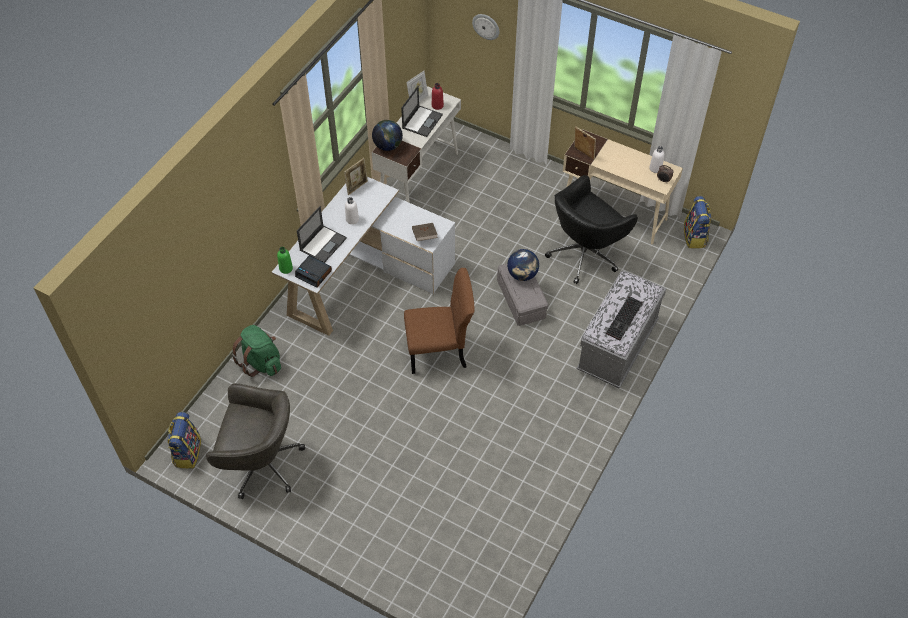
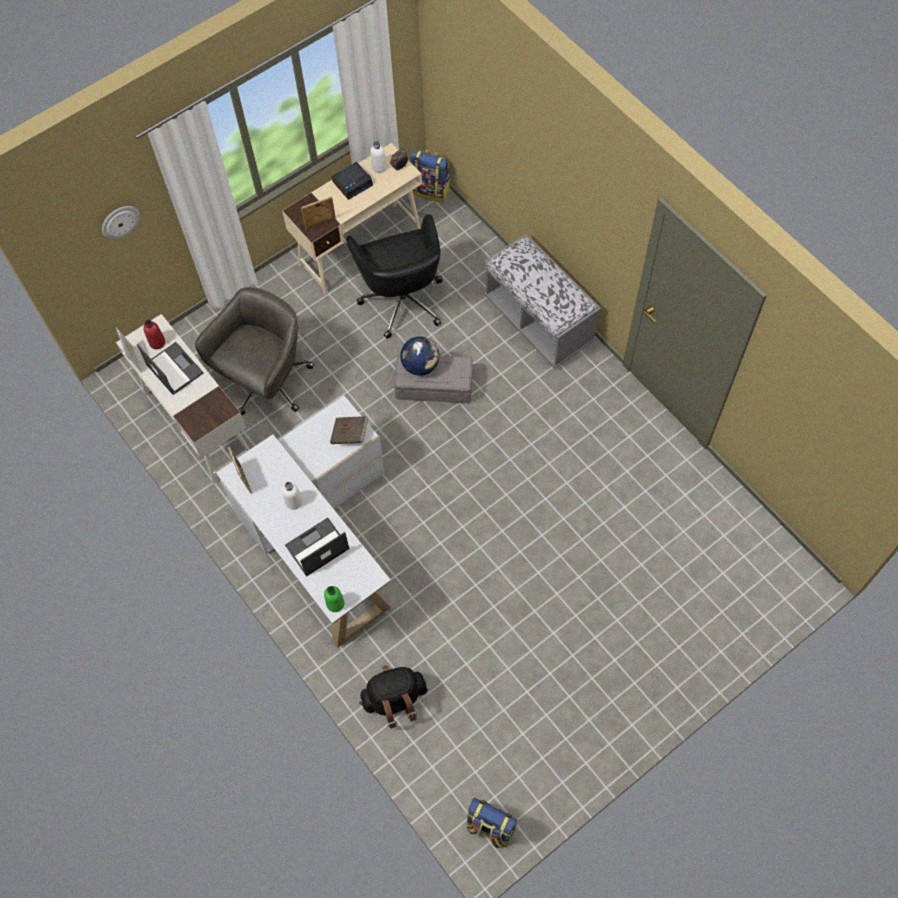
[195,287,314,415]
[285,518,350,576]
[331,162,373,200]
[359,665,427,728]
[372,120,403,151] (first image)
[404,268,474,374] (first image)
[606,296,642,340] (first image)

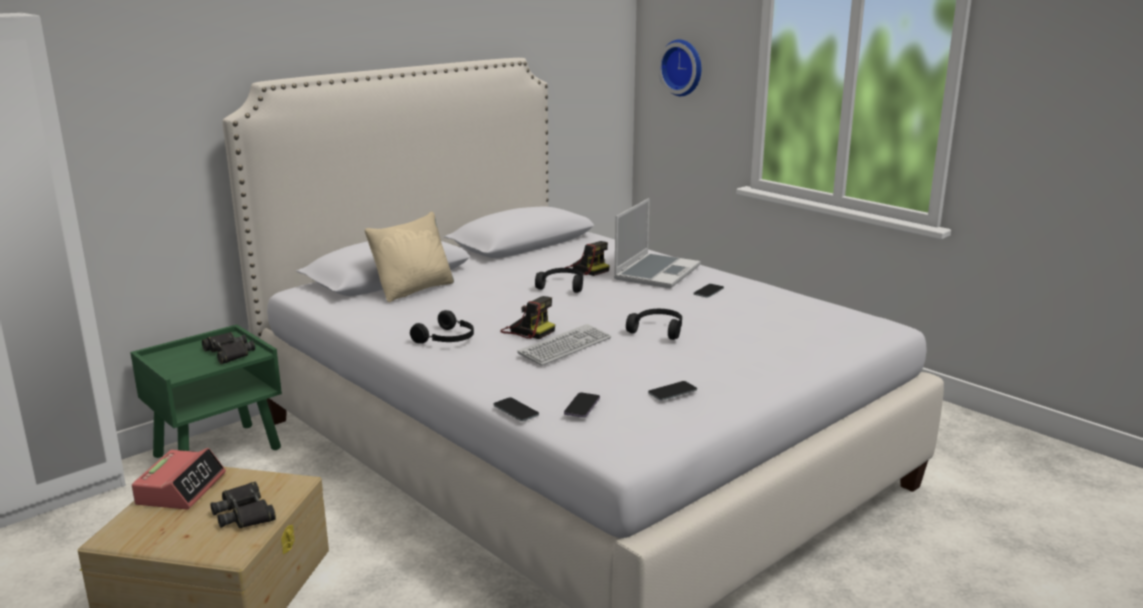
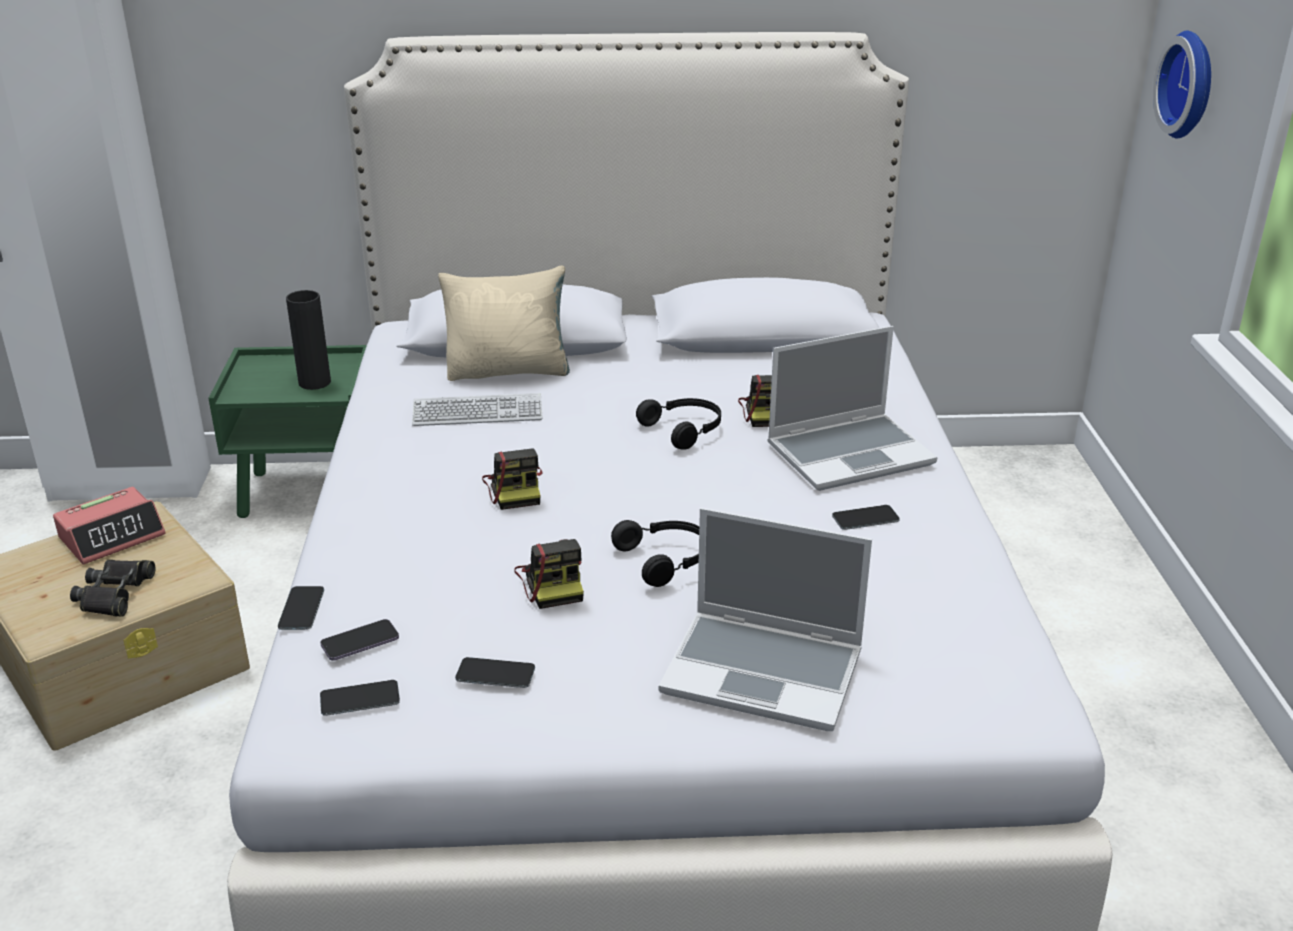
[286,290,331,390]
[320,680,400,716]
[412,393,543,426]
[514,539,584,609]
[659,508,872,731]
[410,310,474,344] (first image)

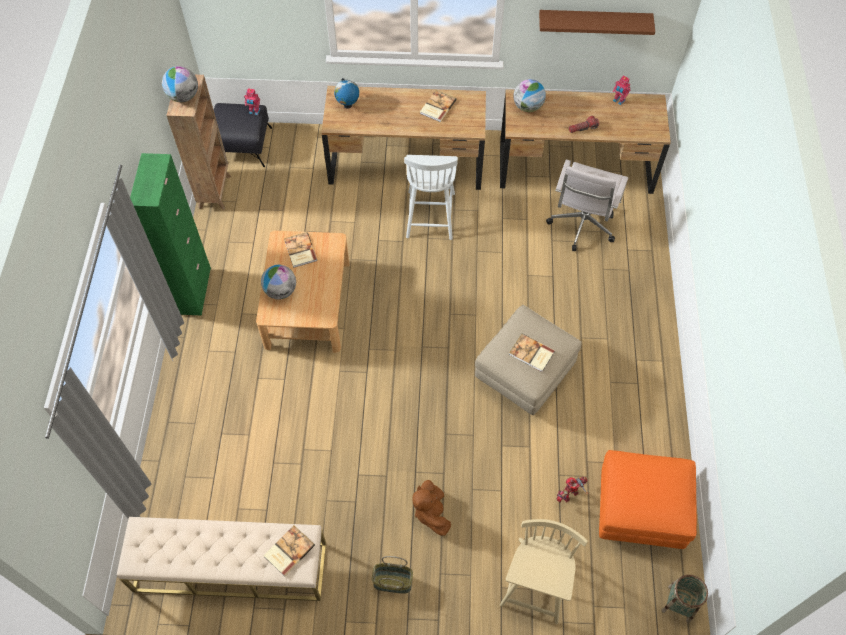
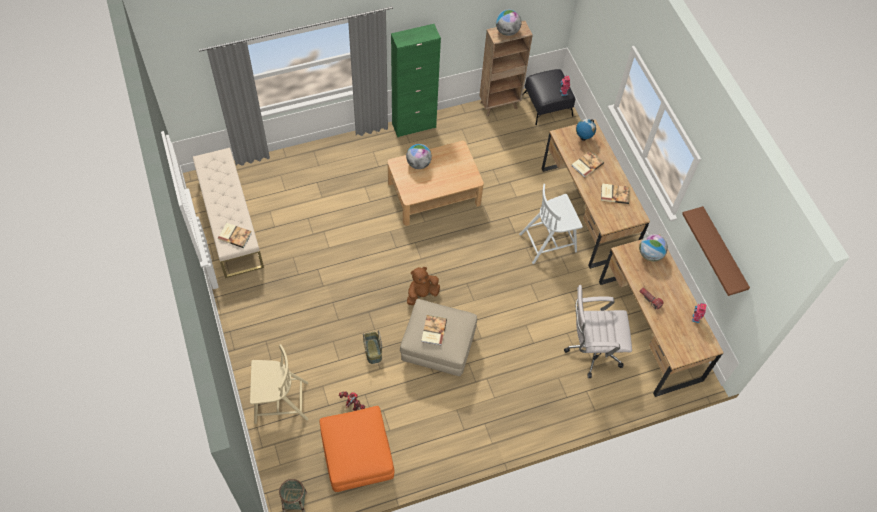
[363,330,382,364]
[407,267,440,305]
[572,150,604,178]

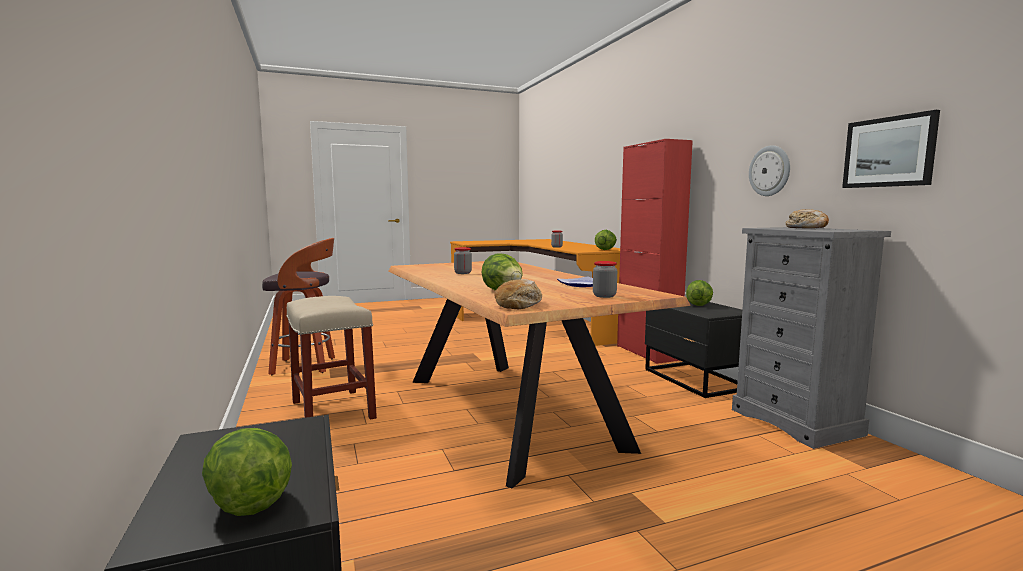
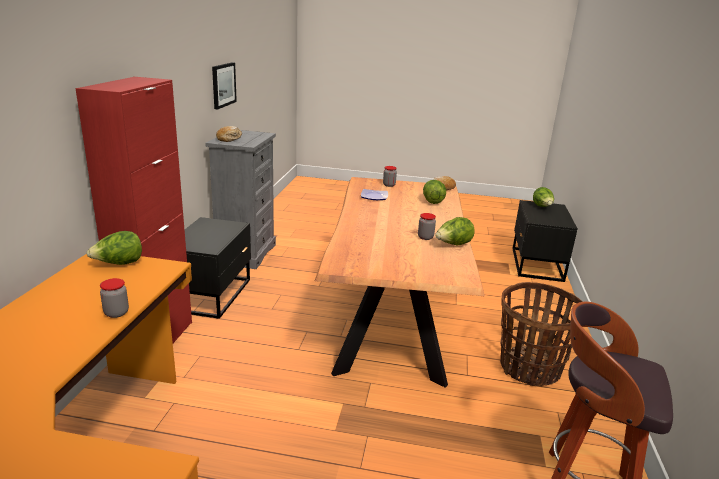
[435,217,475,245]
[500,282,583,386]
[749,145,790,196] (first image)

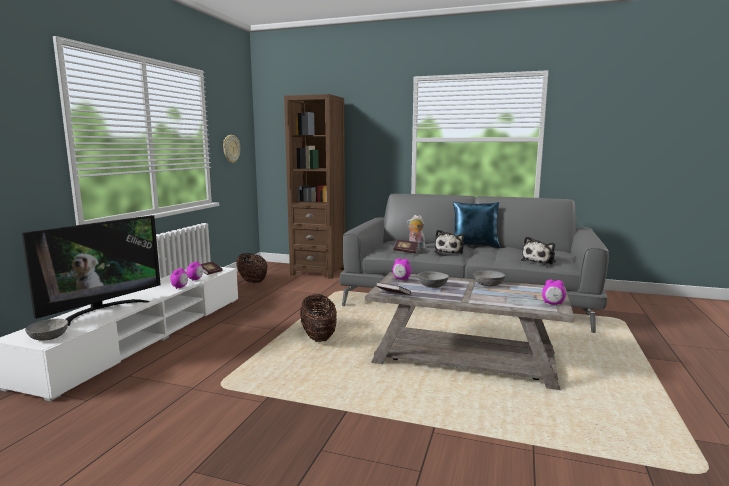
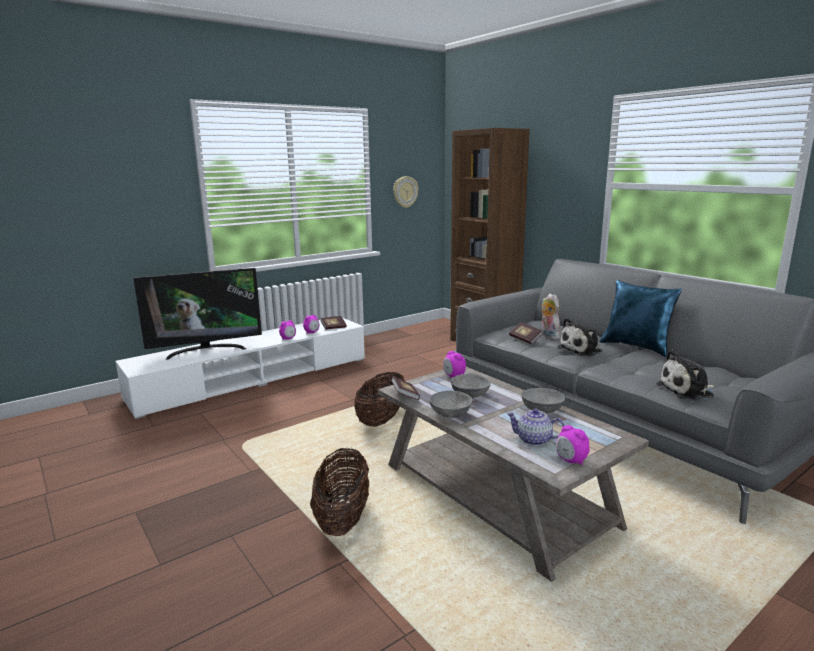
[310,448,370,536]
[429,391,472,418]
[506,409,565,446]

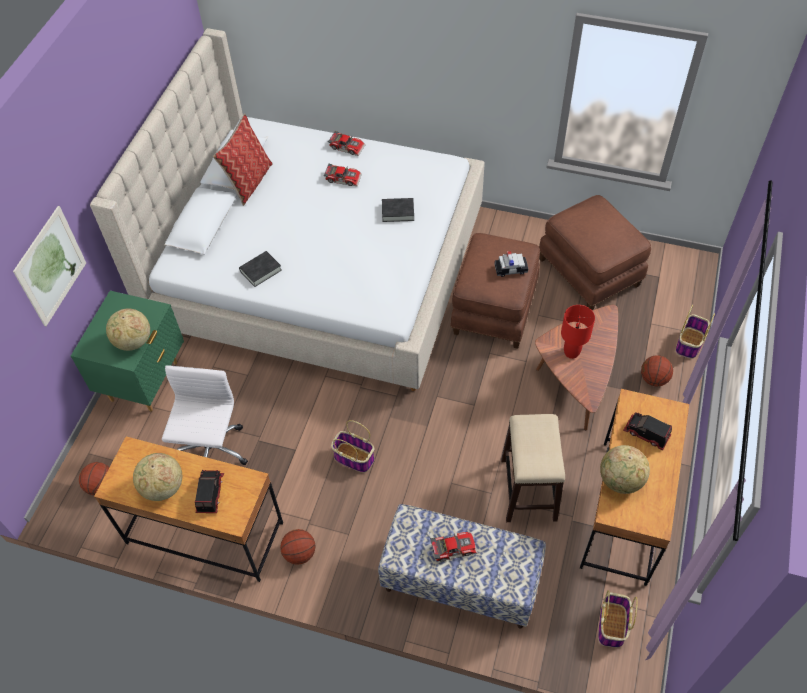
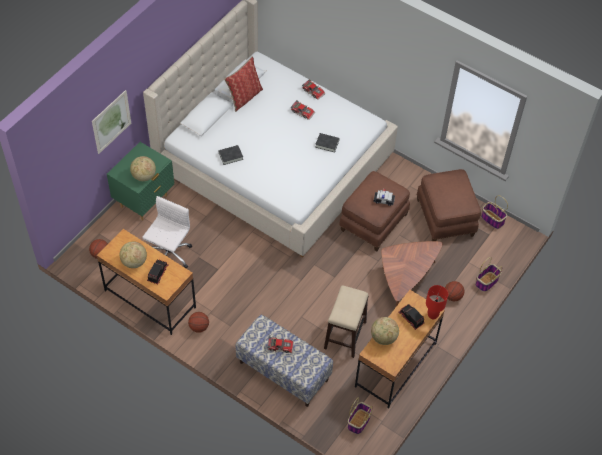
[426,285,448,319]
[481,195,508,229]

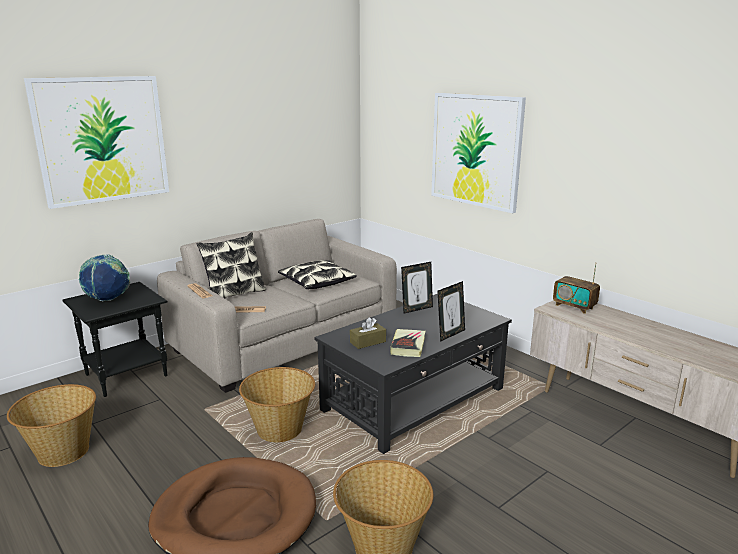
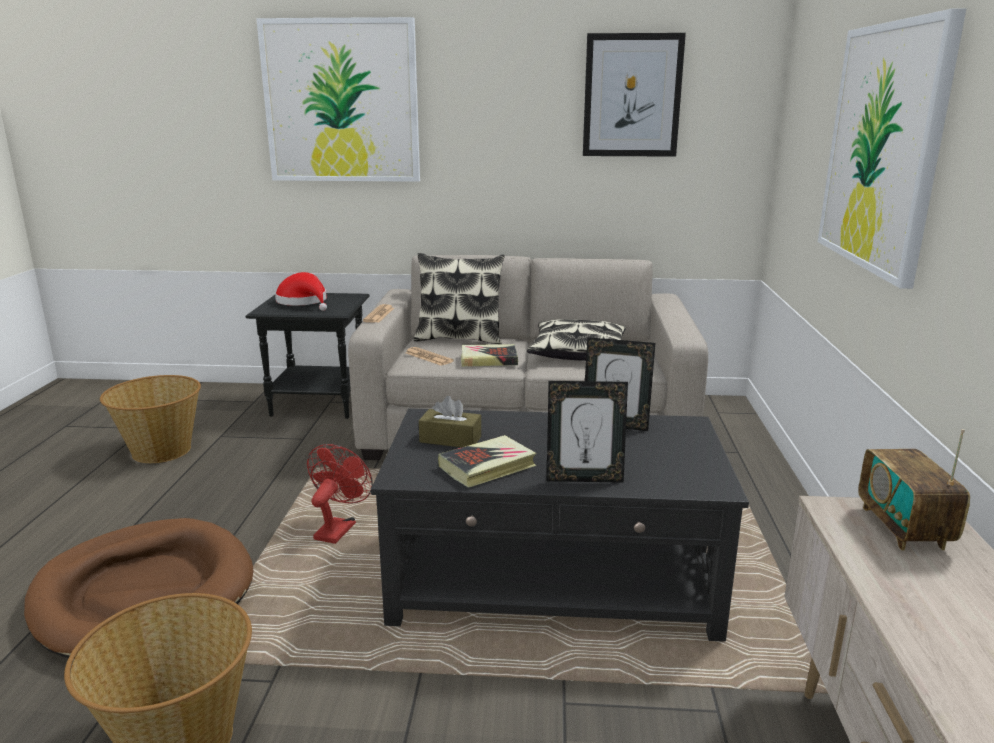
[275,272,327,311]
[307,444,373,544]
[461,344,518,367]
[583,33,686,157]

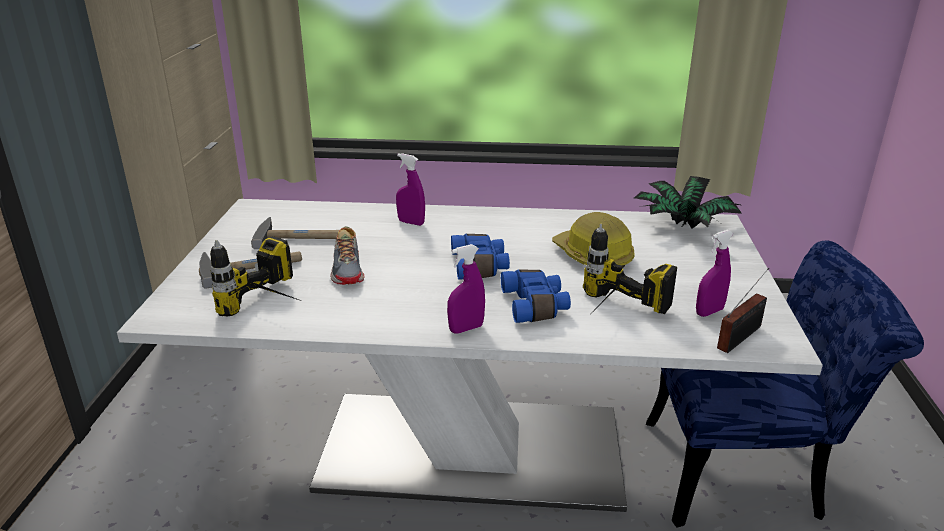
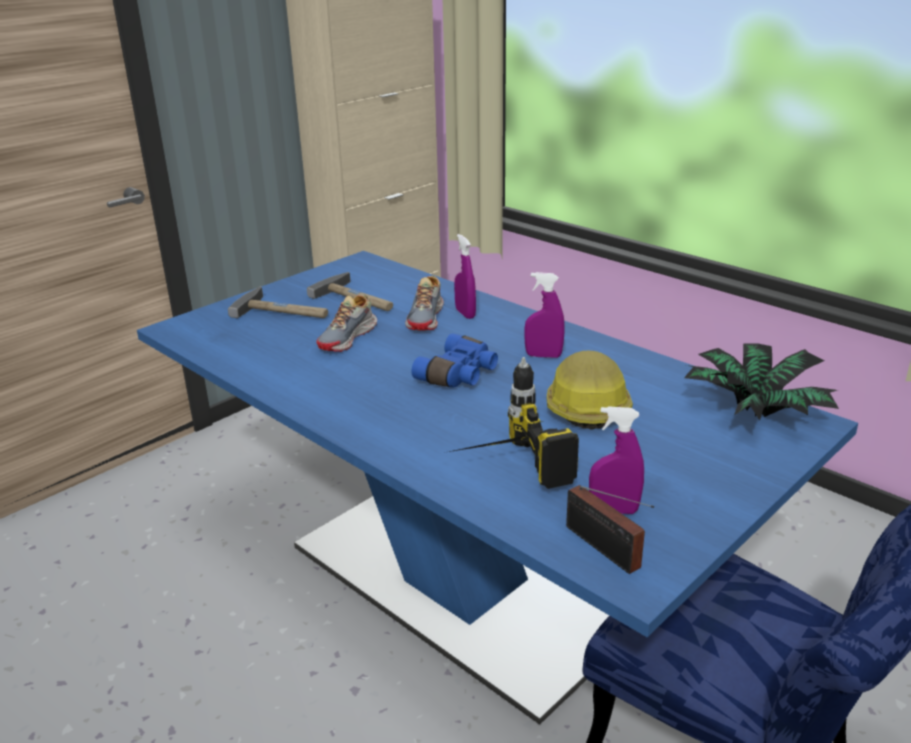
[137,251,858,724]
[405,276,444,330]
[524,272,564,358]
[566,485,654,574]
[210,236,299,316] (first image)
[501,270,571,323] (first image)

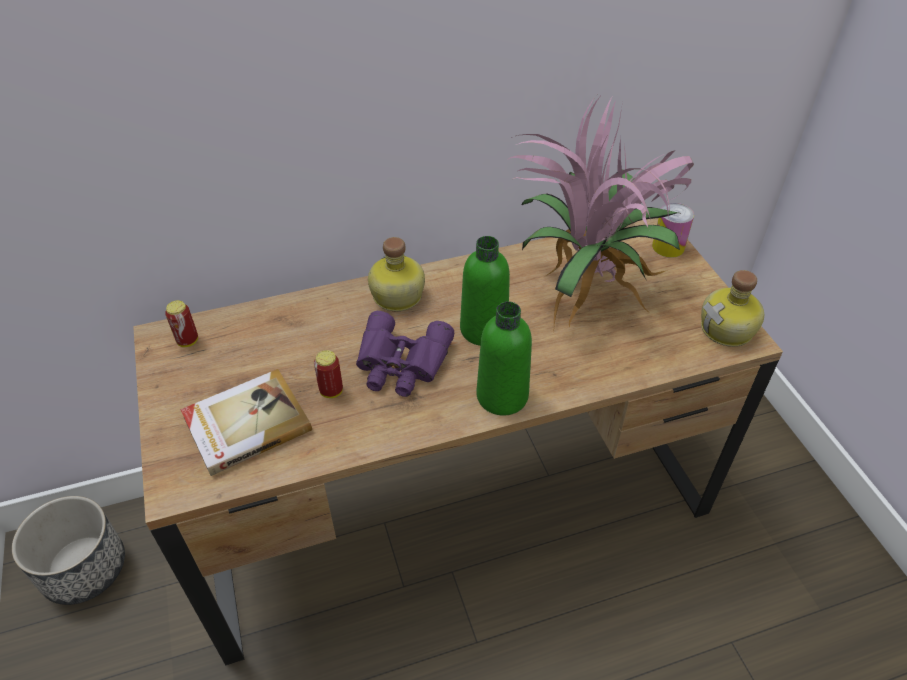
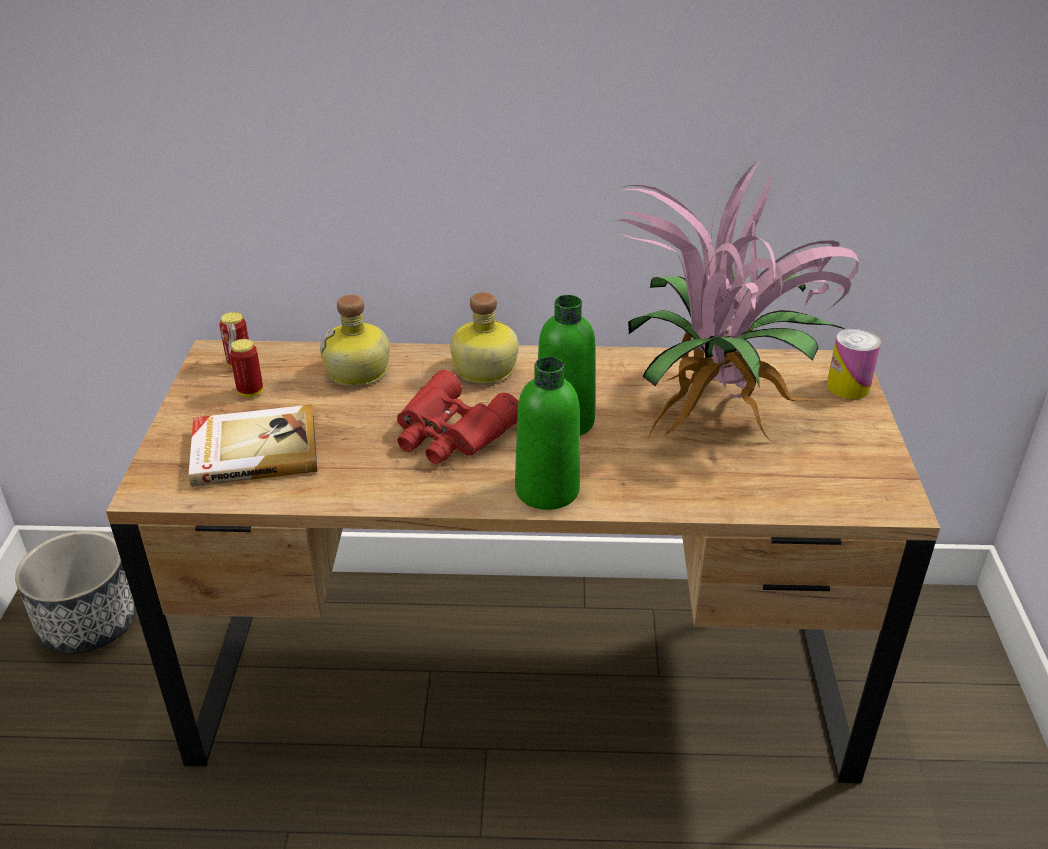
[229,339,263,397]
[320,295,390,387]
[397,370,519,464]

